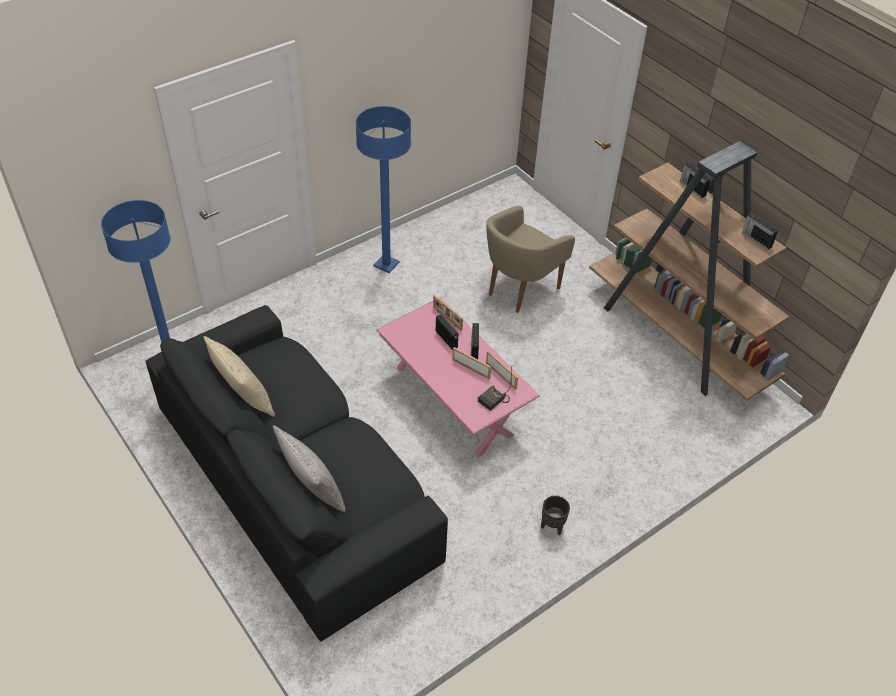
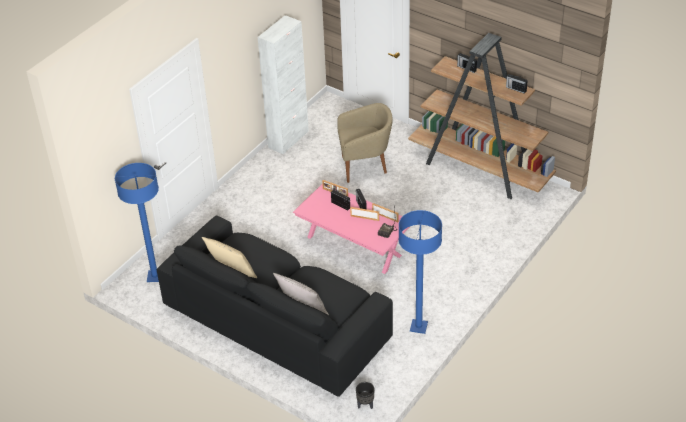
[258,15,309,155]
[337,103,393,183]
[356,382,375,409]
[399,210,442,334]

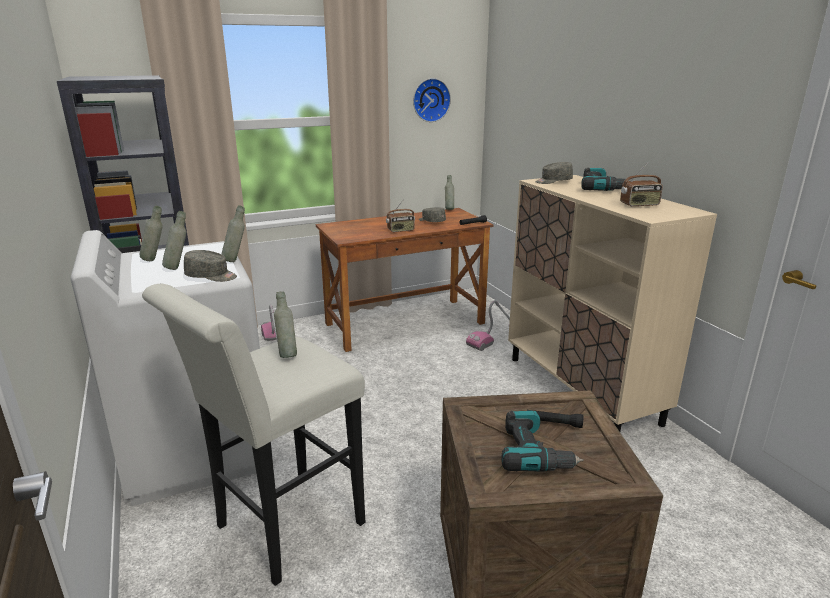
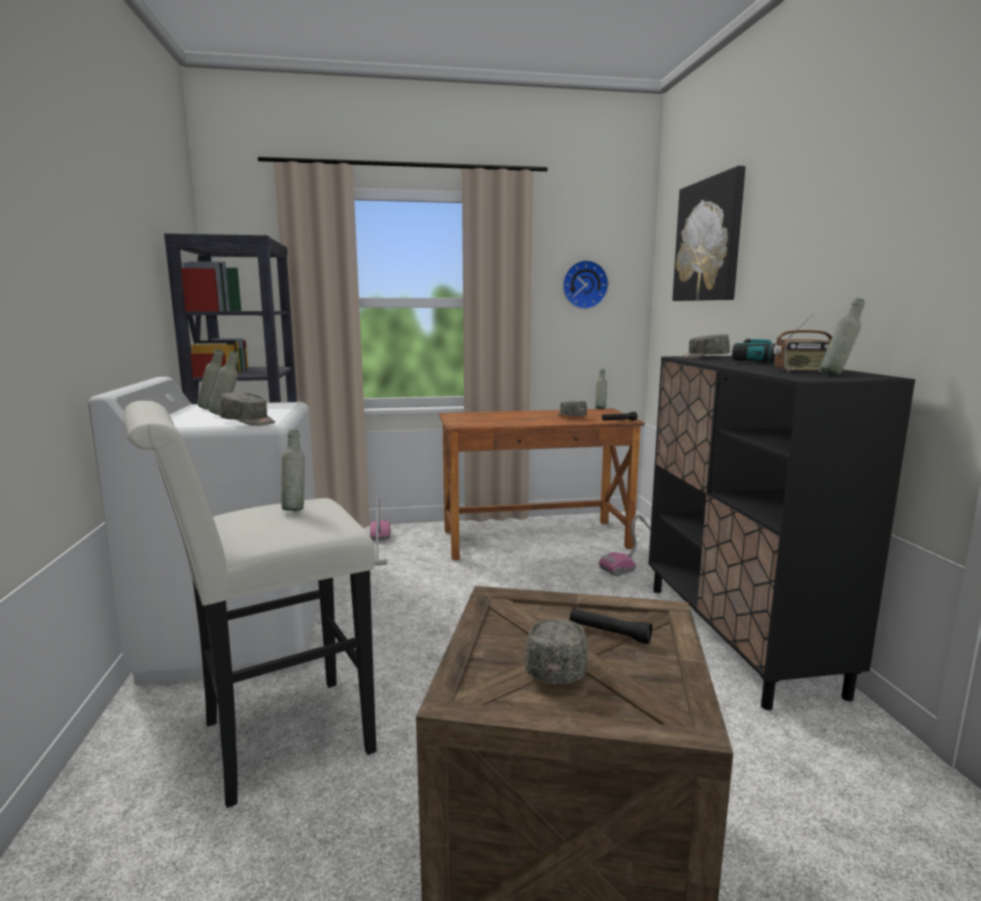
[525,619,587,684]
[648,356,915,710]
[672,166,746,301]
[820,298,865,375]
[386,201,415,232] (first image)

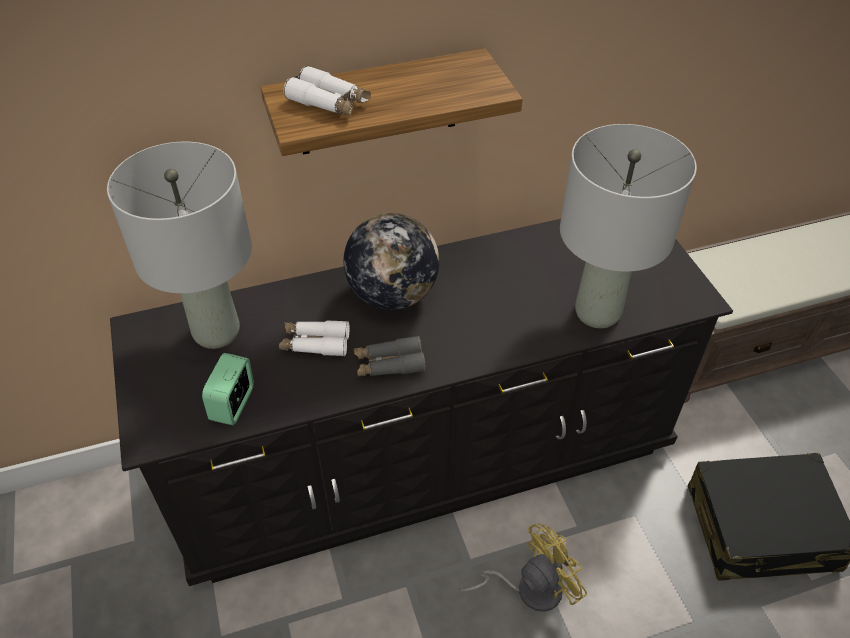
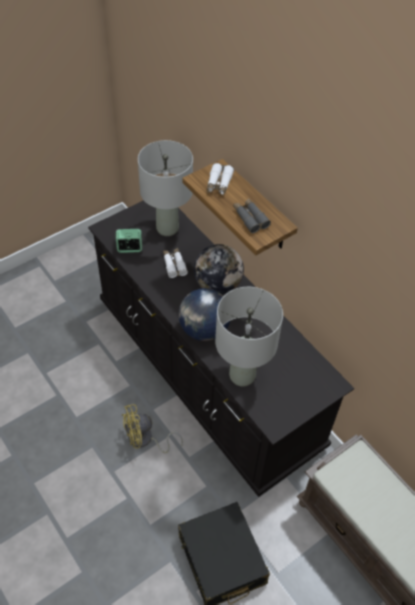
[122,404,183,453]
[178,288,230,341]
[233,198,271,233]

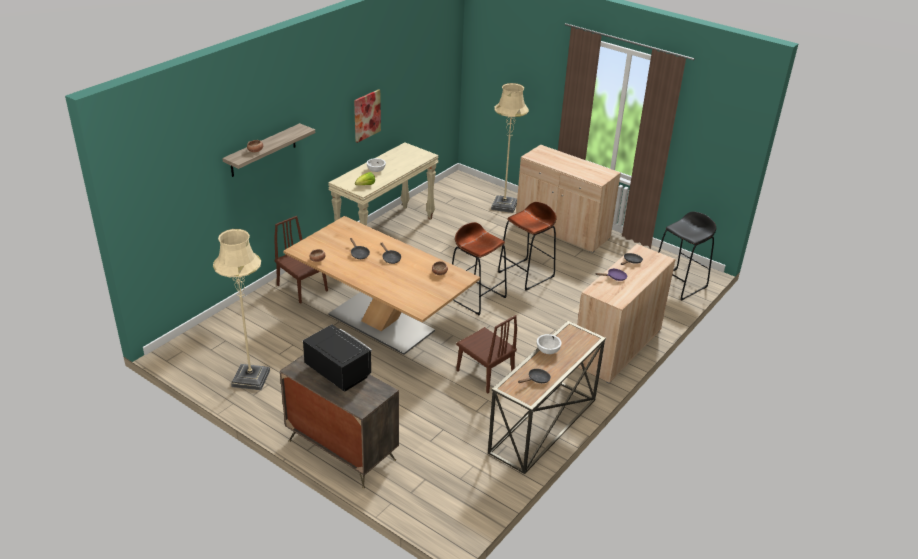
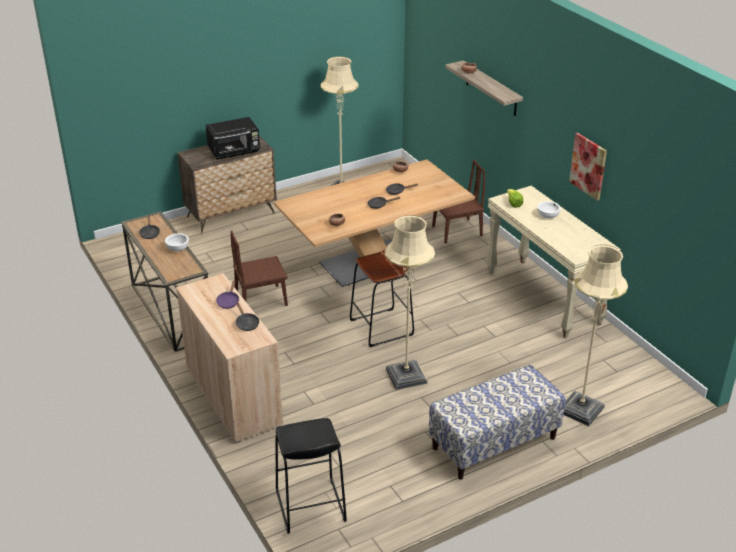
[384,215,435,390]
[429,365,566,480]

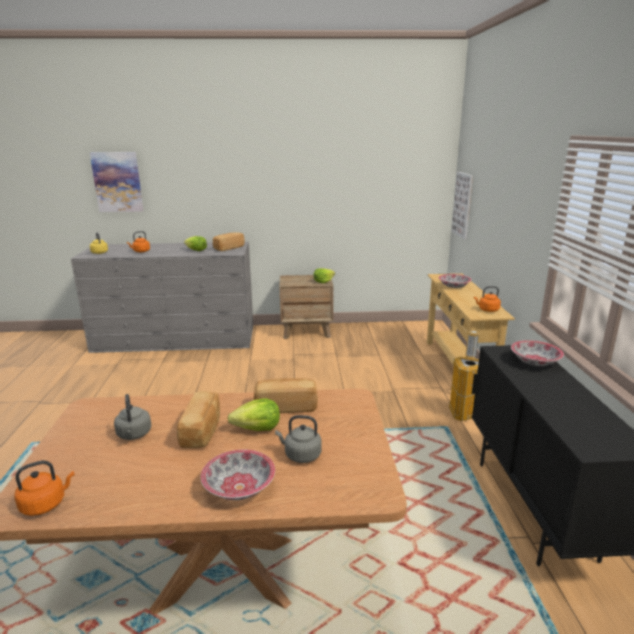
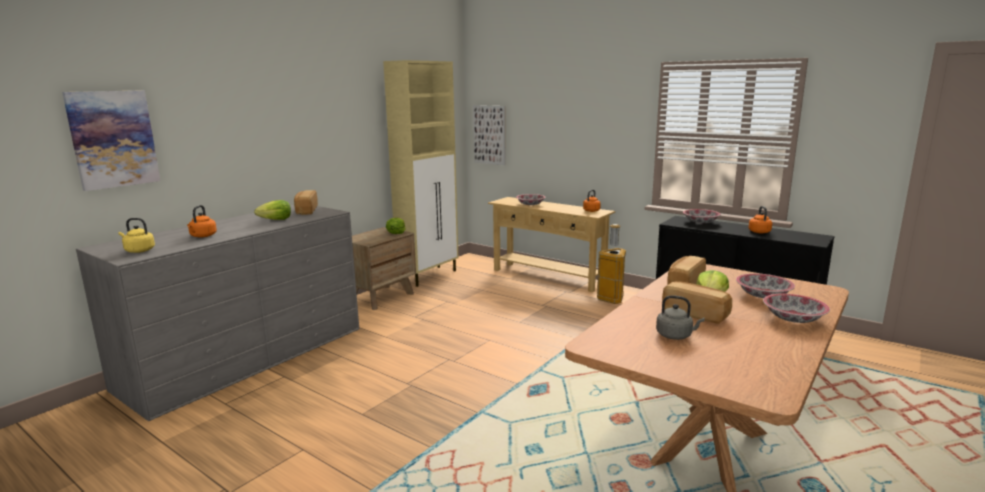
[383,60,458,287]
[736,273,795,298]
[748,206,772,233]

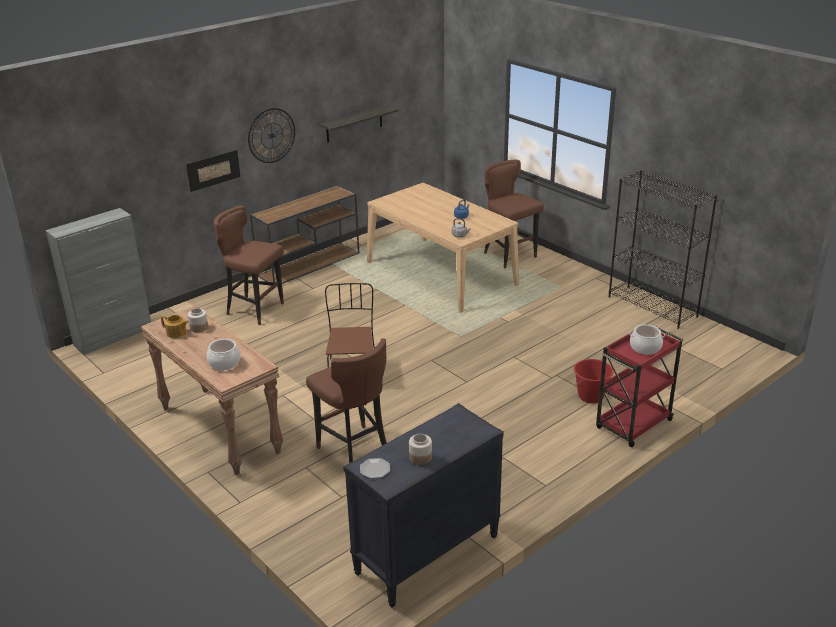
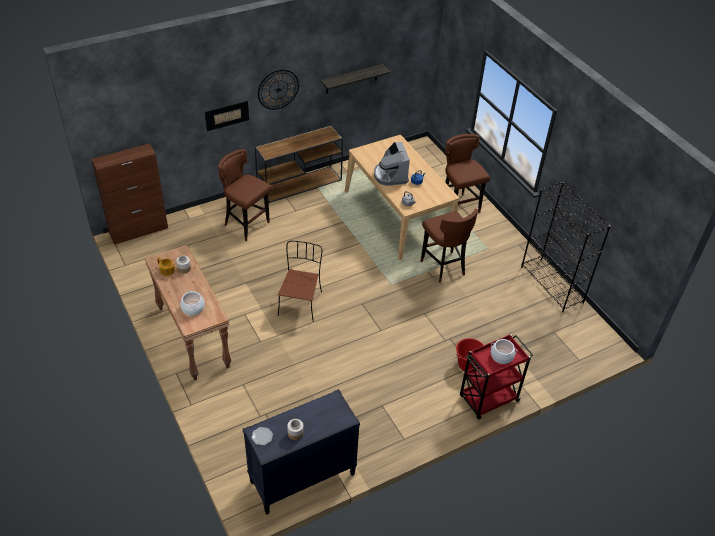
[91,144,168,245]
[374,142,410,186]
[420,209,478,283]

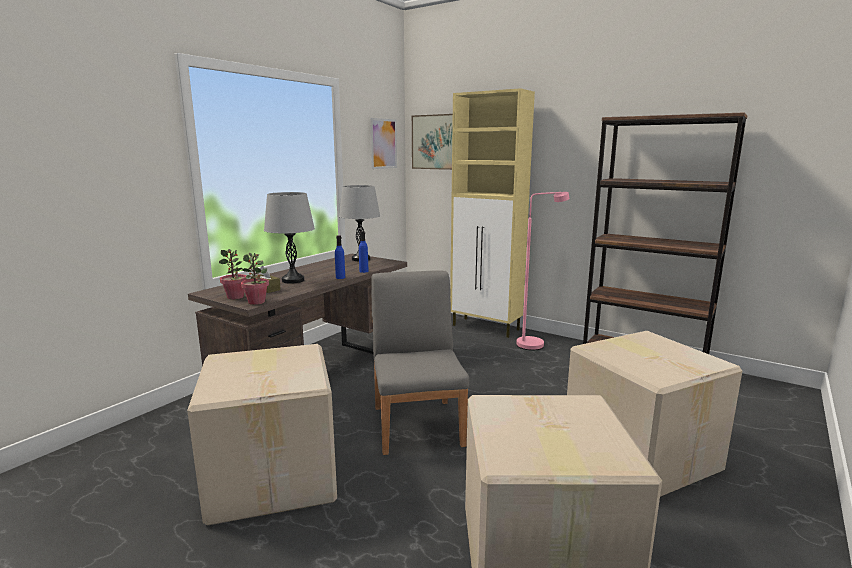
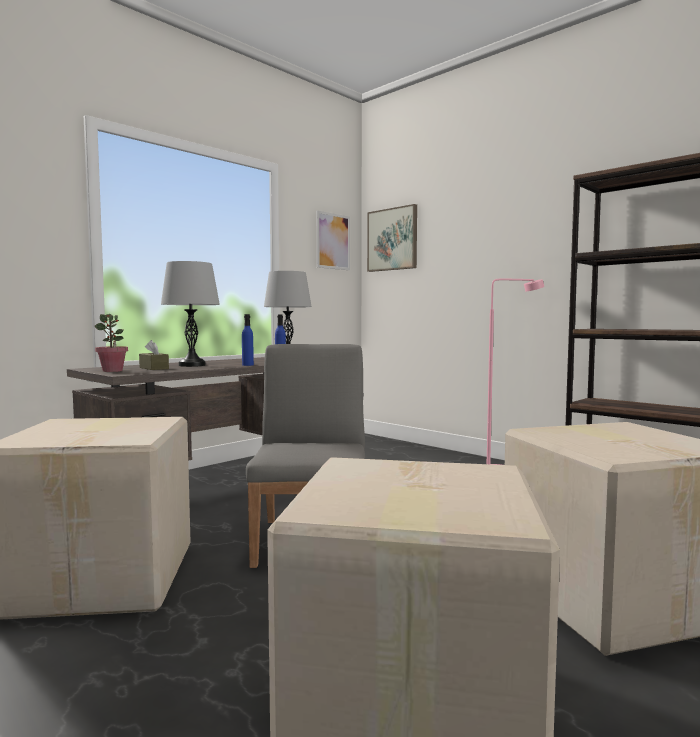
[241,253,269,305] (first image)
[450,88,535,338] (first image)

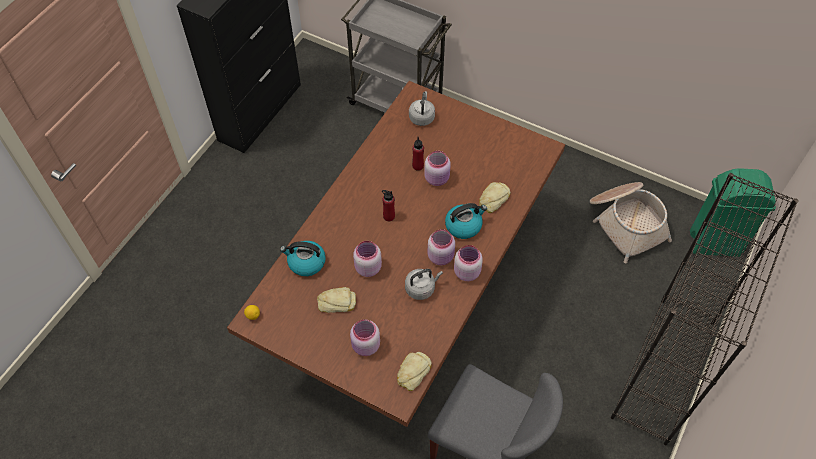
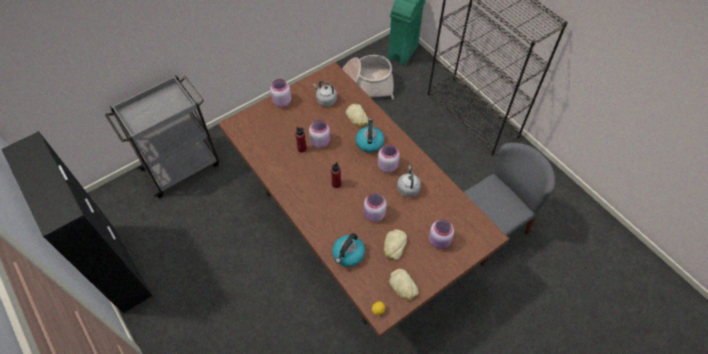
[270,79,291,107]
[313,81,337,106]
[389,269,419,301]

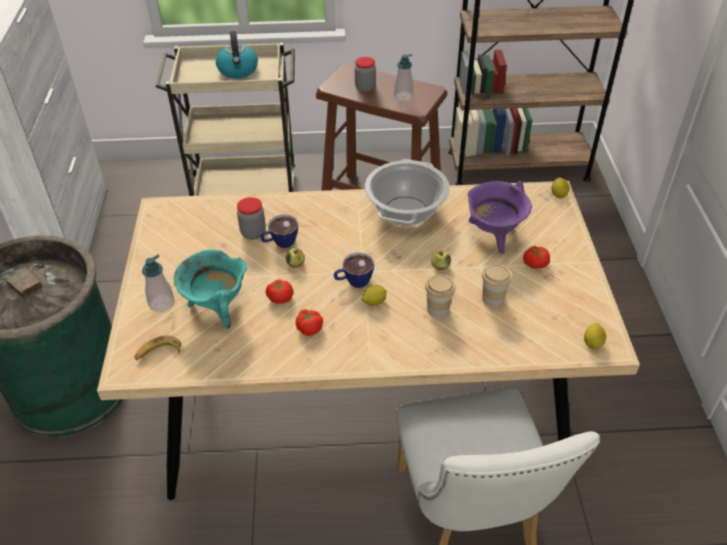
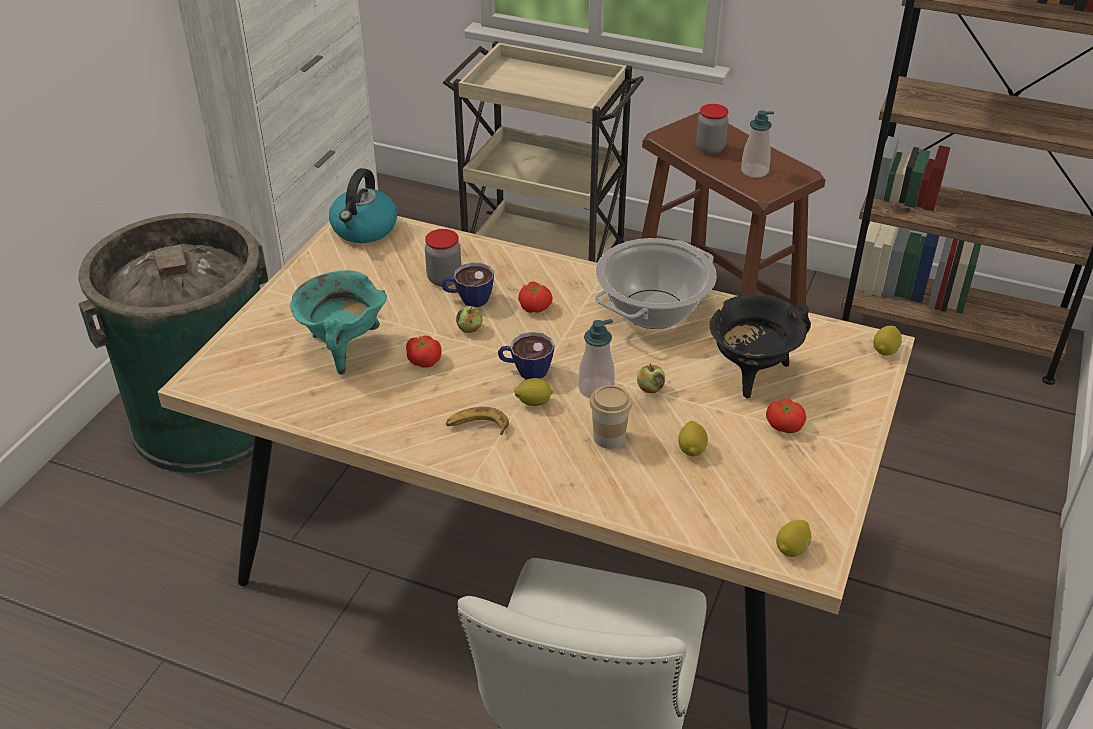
[329,168,397,243]
[446,407,509,435]
[518,281,553,313]
[578,319,615,398]
[678,421,708,457]
[710,294,811,399]

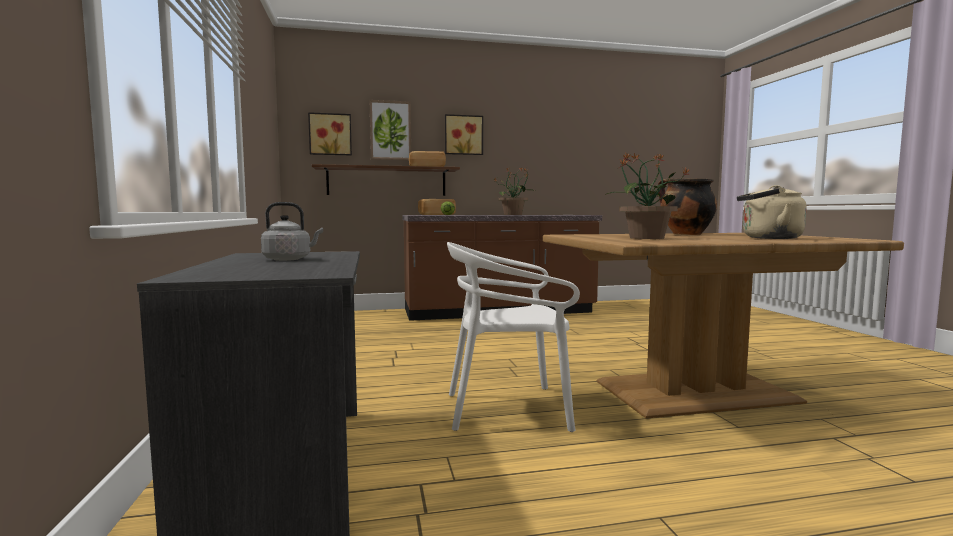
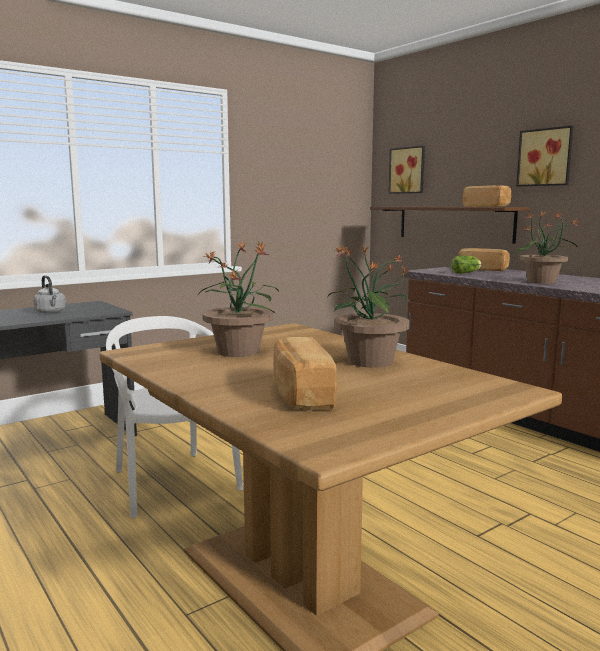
[273,336,337,411]
[327,244,409,368]
[370,100,411,160] (first image)

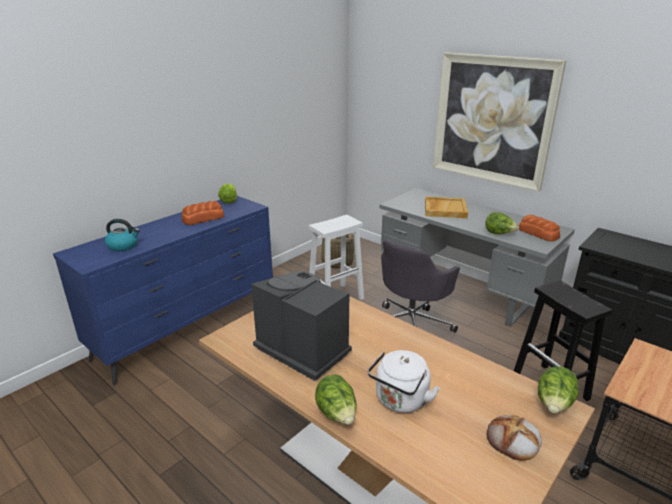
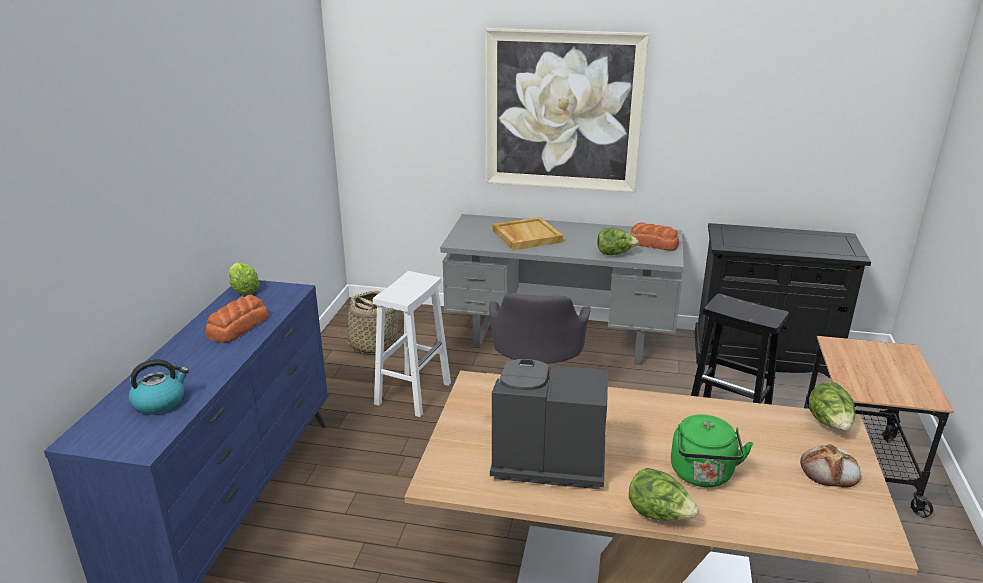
[671,414,753,487]

